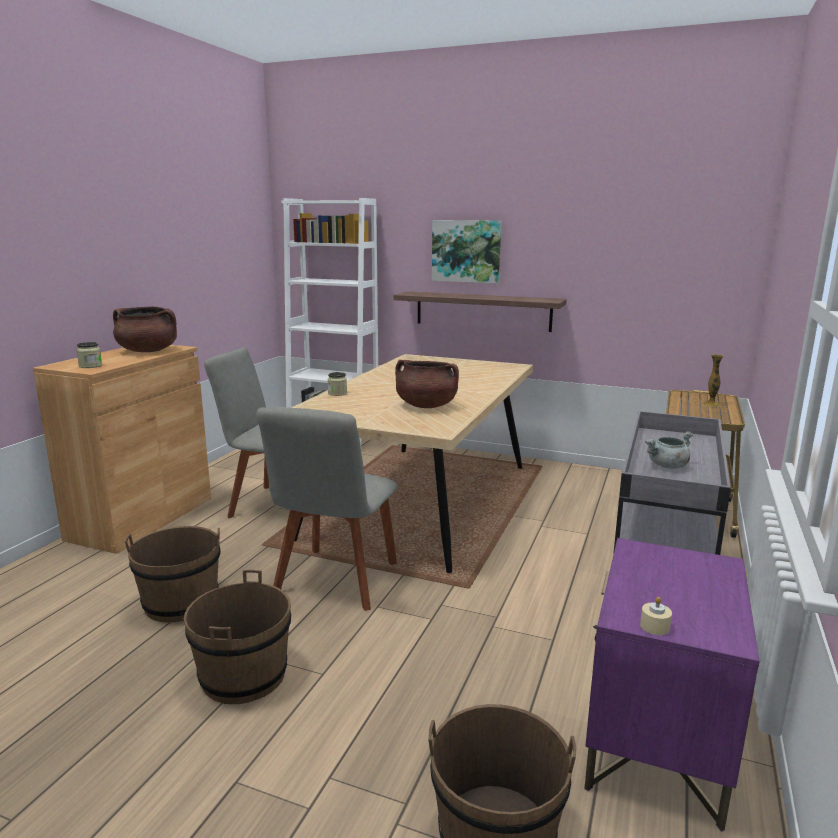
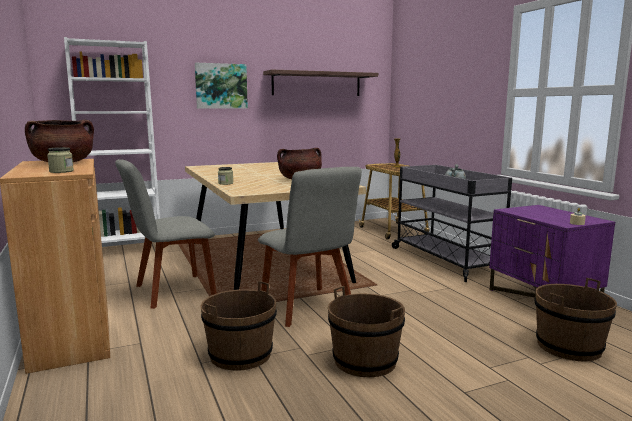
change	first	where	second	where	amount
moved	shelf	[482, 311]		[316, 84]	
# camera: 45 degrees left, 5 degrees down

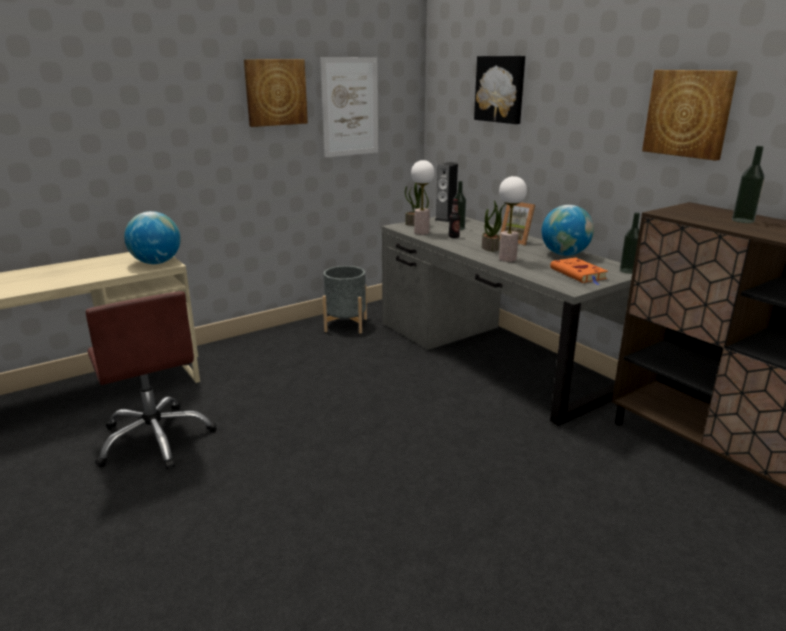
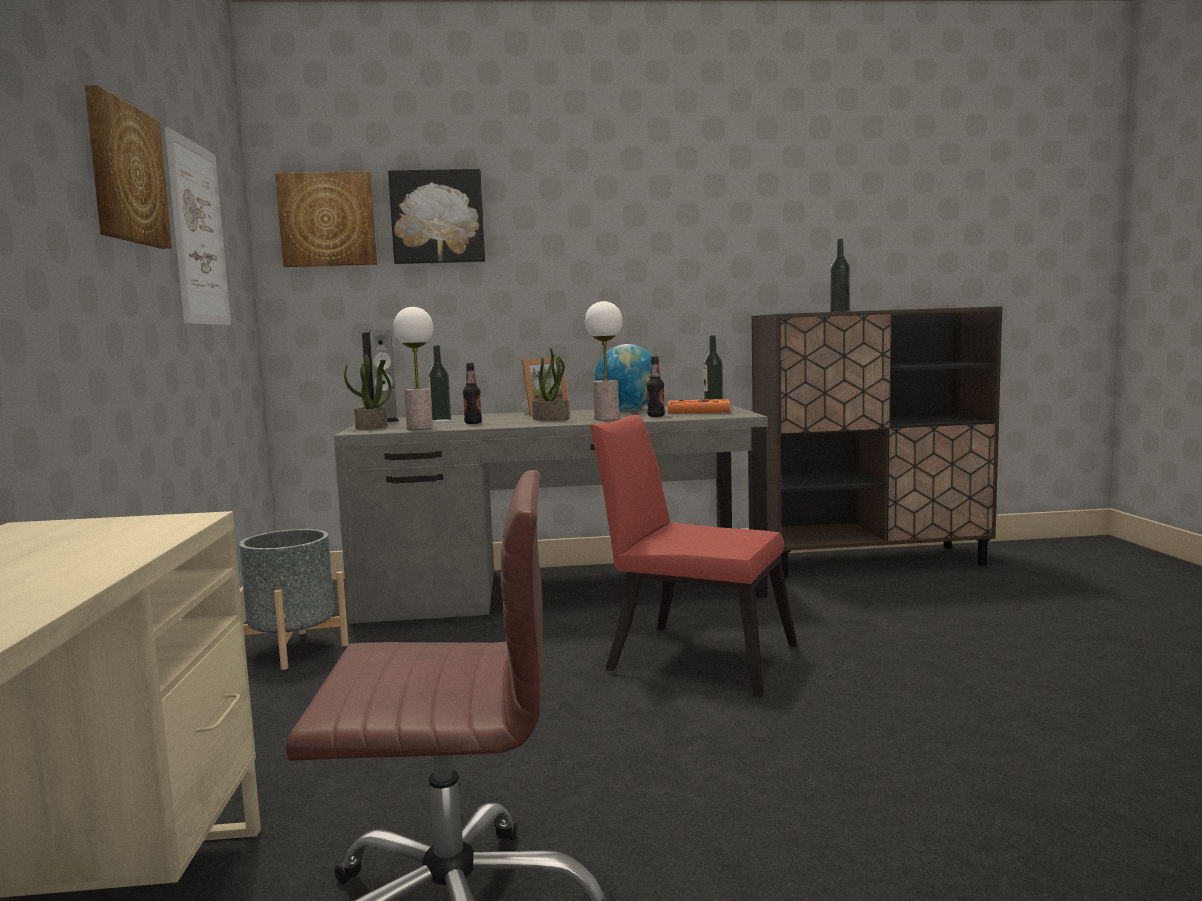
change	first	where	second	where	amount
removed	globe	[156, 263]			
moved	picture	[688, 113]		[327, 220]	
added			red chair	[692, 656]	
added			bottle	[656, 416]	
# camera: 60 degrees left, 15 degrees down

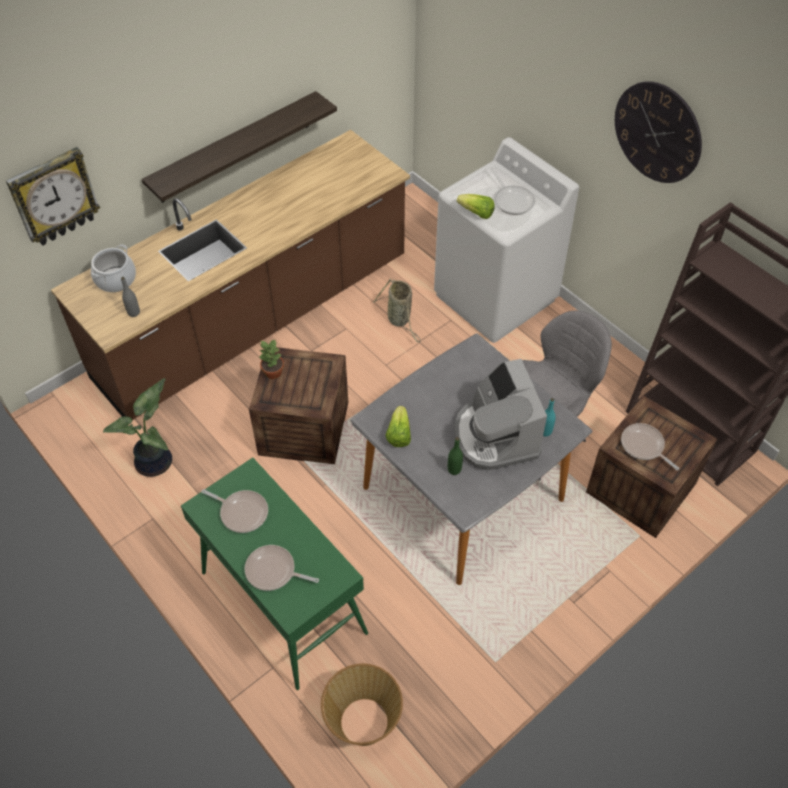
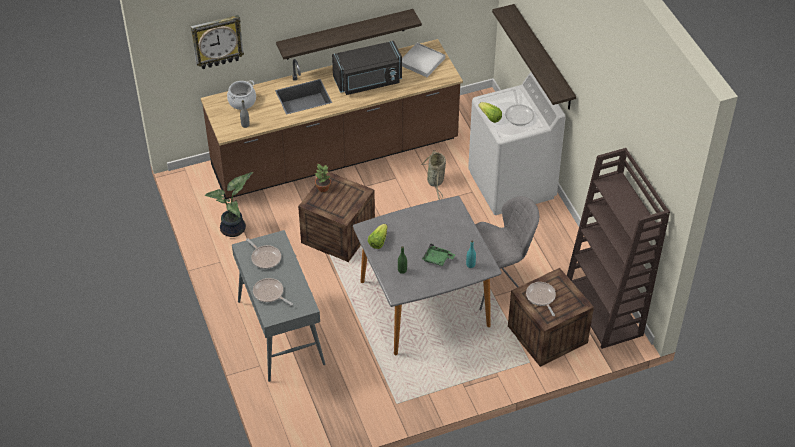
change	first	where	second	where	amount
recoloured	green console table	[282, 602]	grey console table	[280, 332]	
removed	basket	[363, 722]			
replaced	coffee machine	[495, 436]	green tray	[437, 259]	
removed	wall clock	[657, 132]			
added			black microwave	[368, 81]	
added			white tray	[422, 61]	
added			shelf	[543, 58]	
# camera: 20 degrees right, 5 degrees down

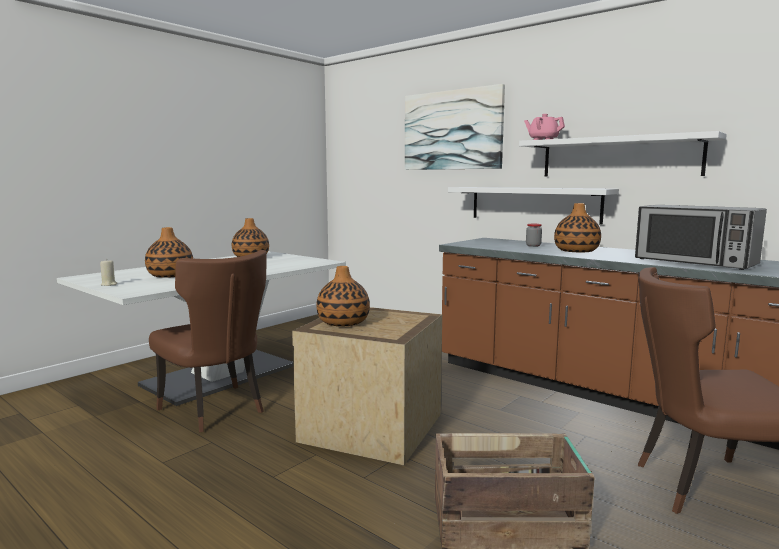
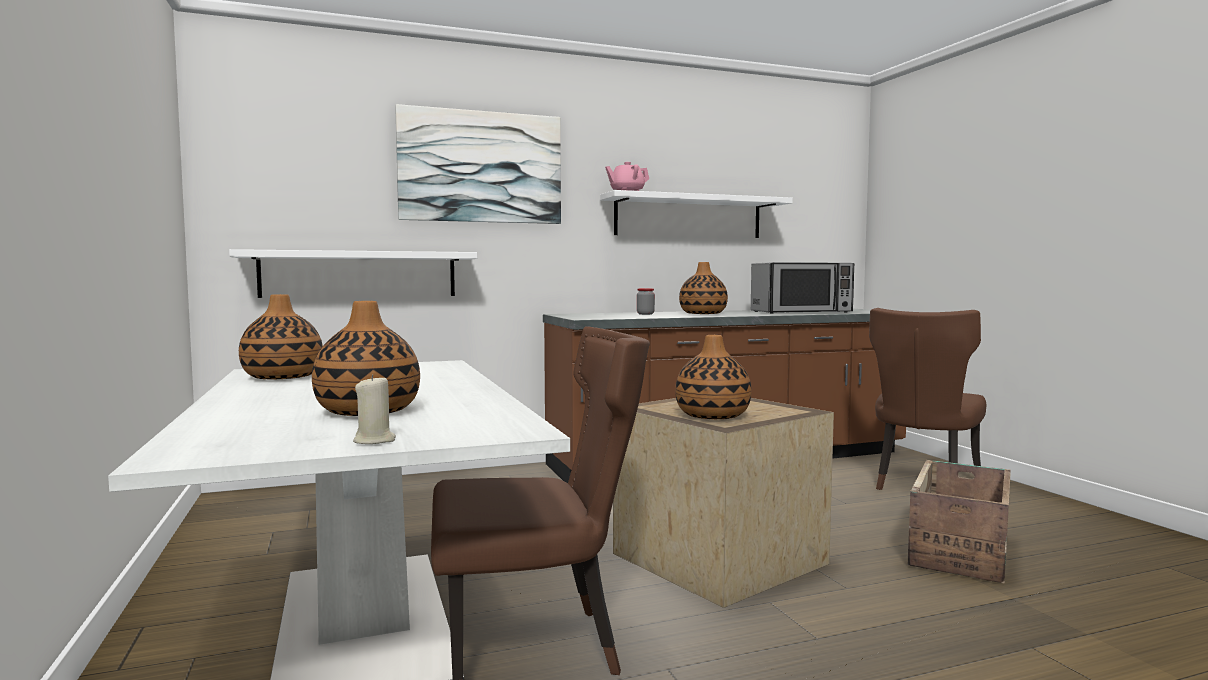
change	first	where	second	where	amount
moved	white shelf	[533, 204]		[359, 274]	
# camera: 60 degrees left, 5 degrees down

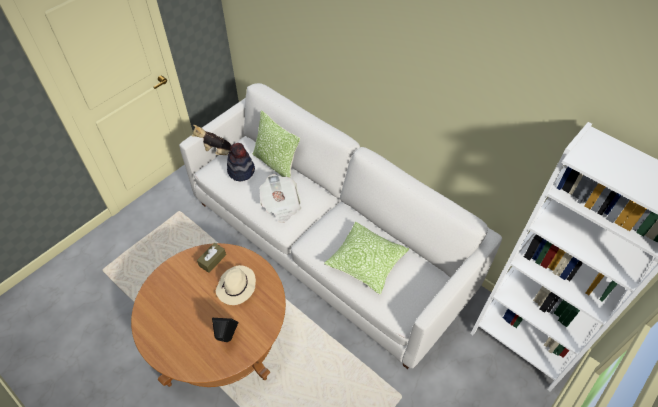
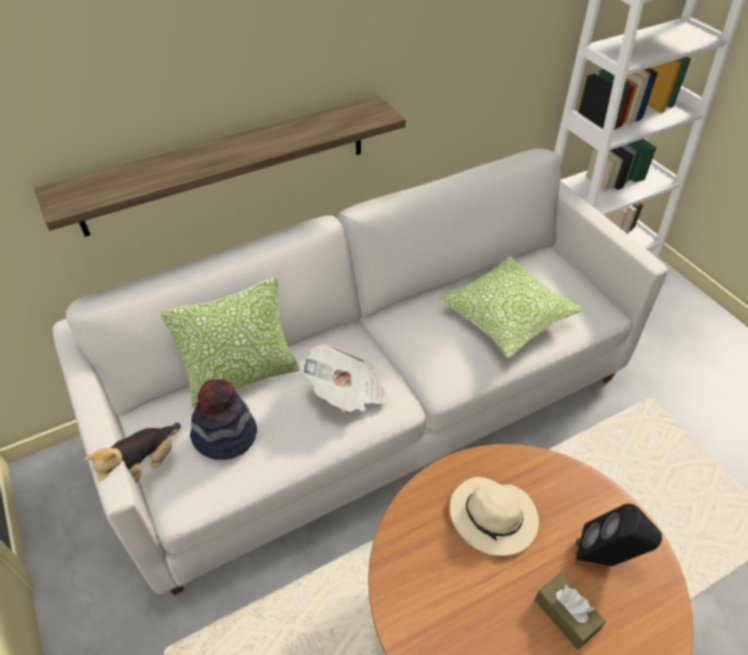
change	first	where	second	where	amount
moved	brown tissue box	[212, 260]		[566, 615]	
added			shelf	[227, 165]	
# camera: 70 degrees left, 5 degrees down

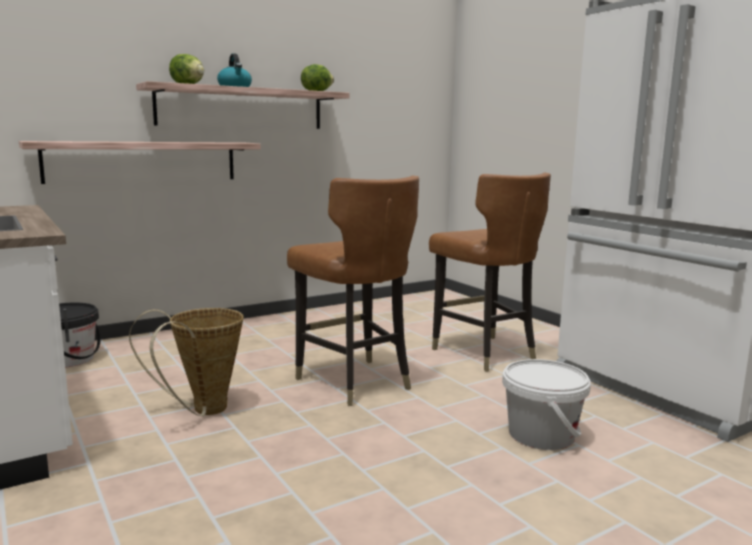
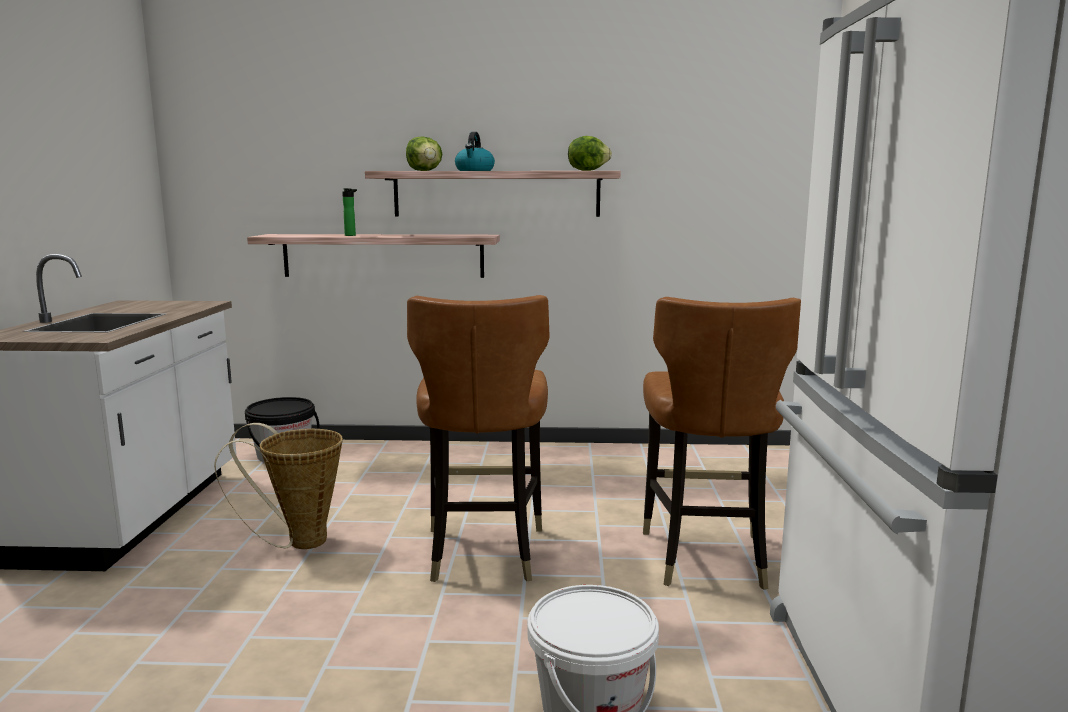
change	first	where	second	where	amount
added			bottle	[351, 235]	
# camera: 35 degrees right, 0 degrees up

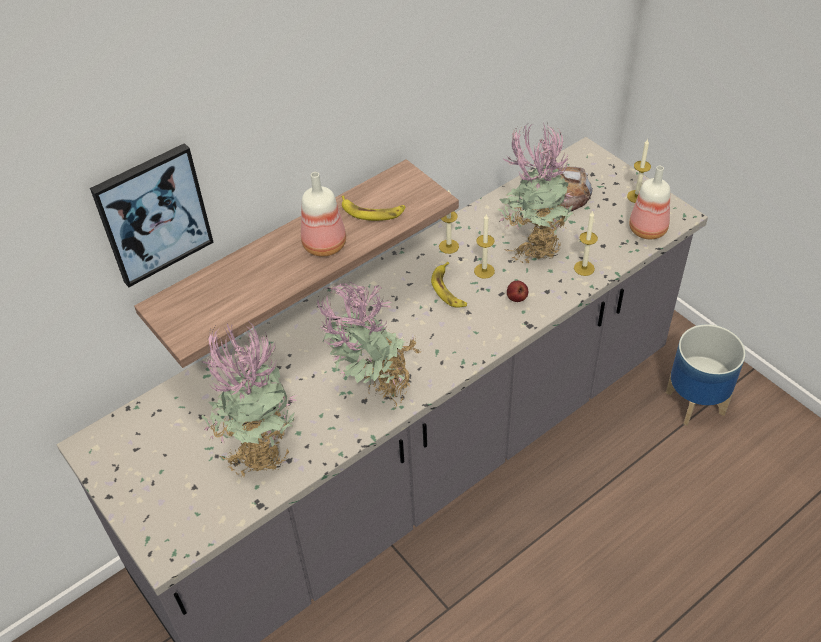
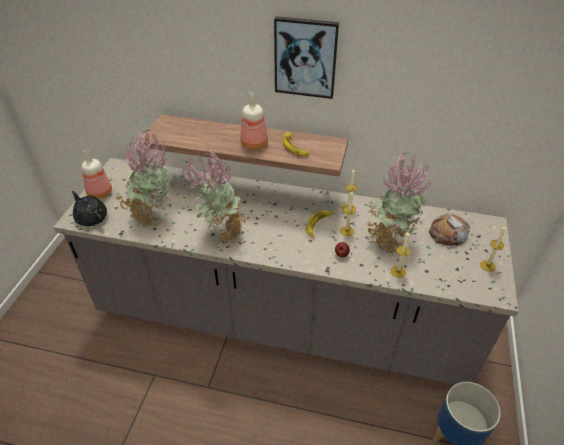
change	first	where	second	where	amount
moved	picture	[153, 214]		[305, 57]	
moved	bottle	[649, 230]		[100, 194]	
added			black teapot	[91, 218]	
# camera: 50 degrees right, 5 degrees down

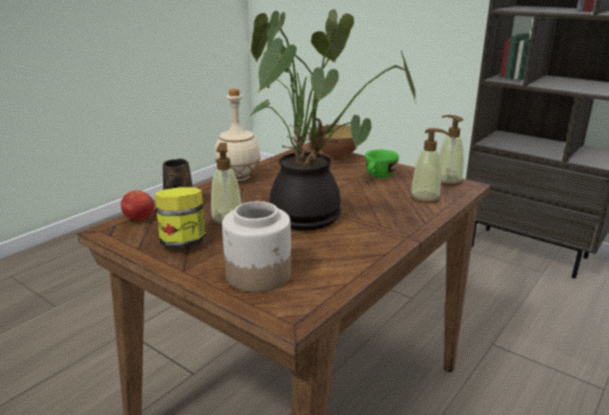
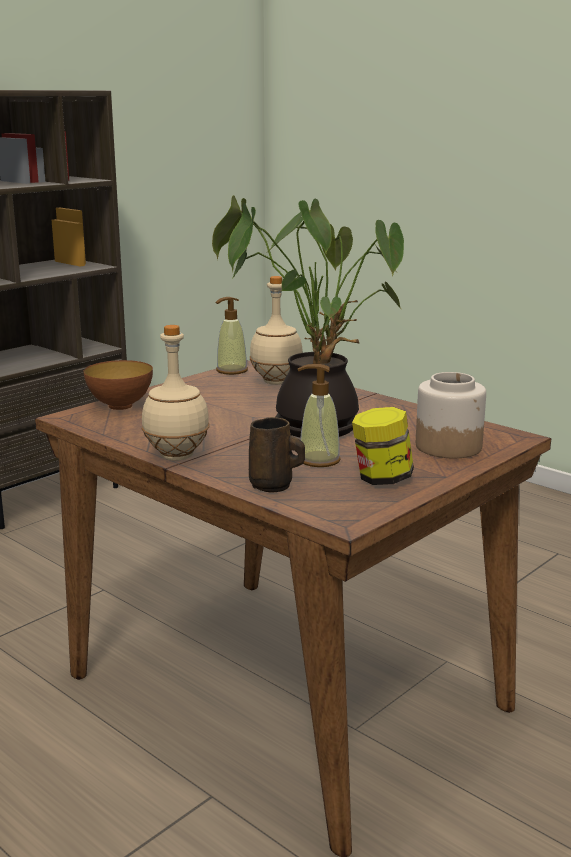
change	first	where	second	where	amount
removed	tomato	[139, 219]			
removed	green cup	[379, 176]			
replaced	soap dispenser	[425, 197]	beige bottle	[275, 382]	
# camera: 85 degrees left, 5 degrees down

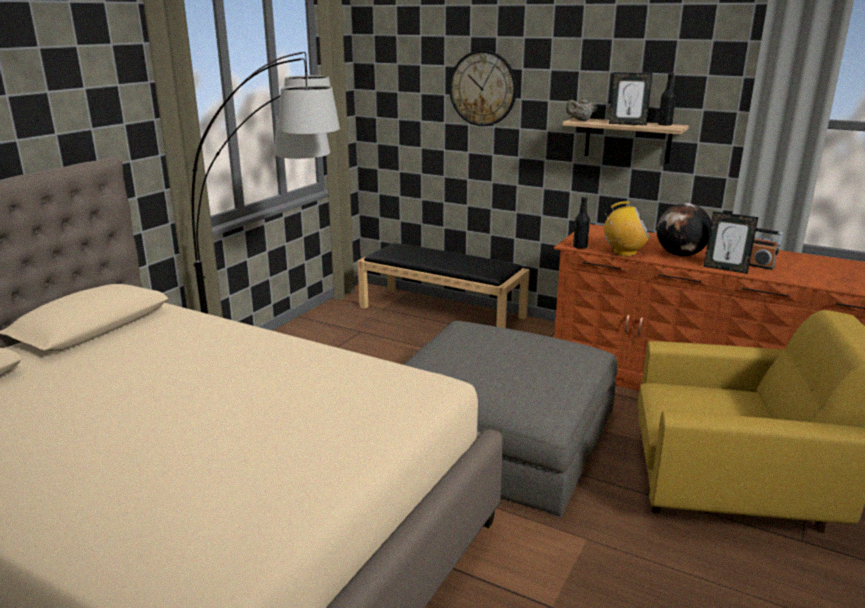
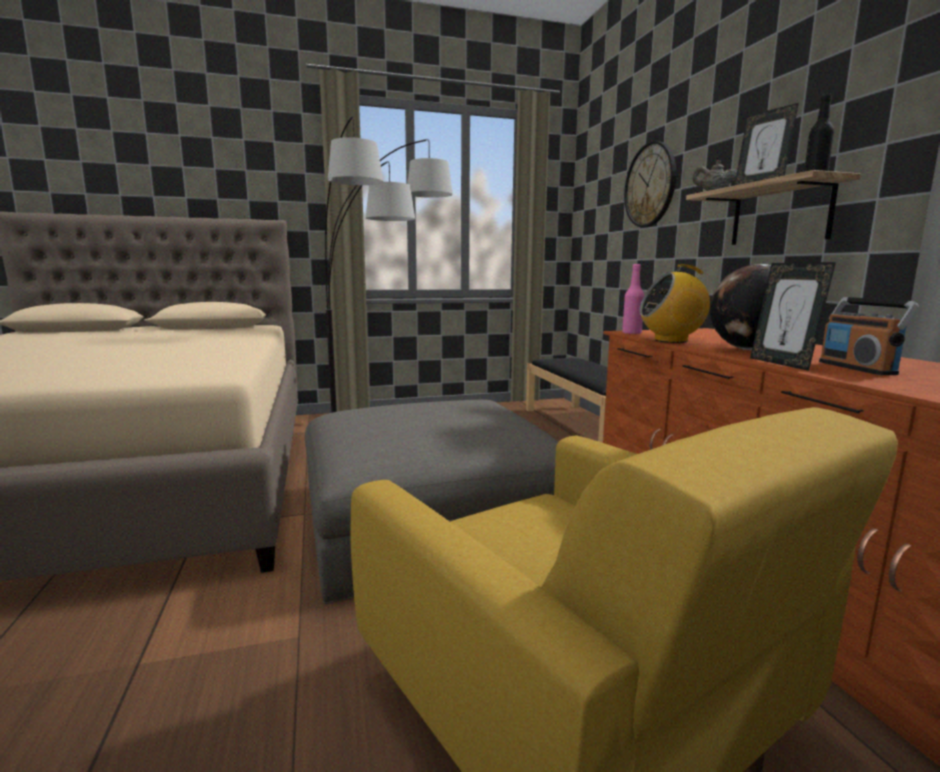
change	first	where	second	where	amount
recoloured	black bottle	[580, 247]	pink bottle	[631, 333]	
turned	radio	[624, 253]		[671, 340]	120 degrees clockwise
# camera: 45 degrees right, 10 degrees down

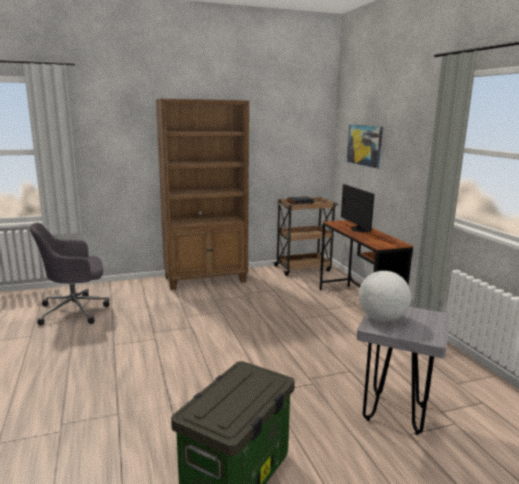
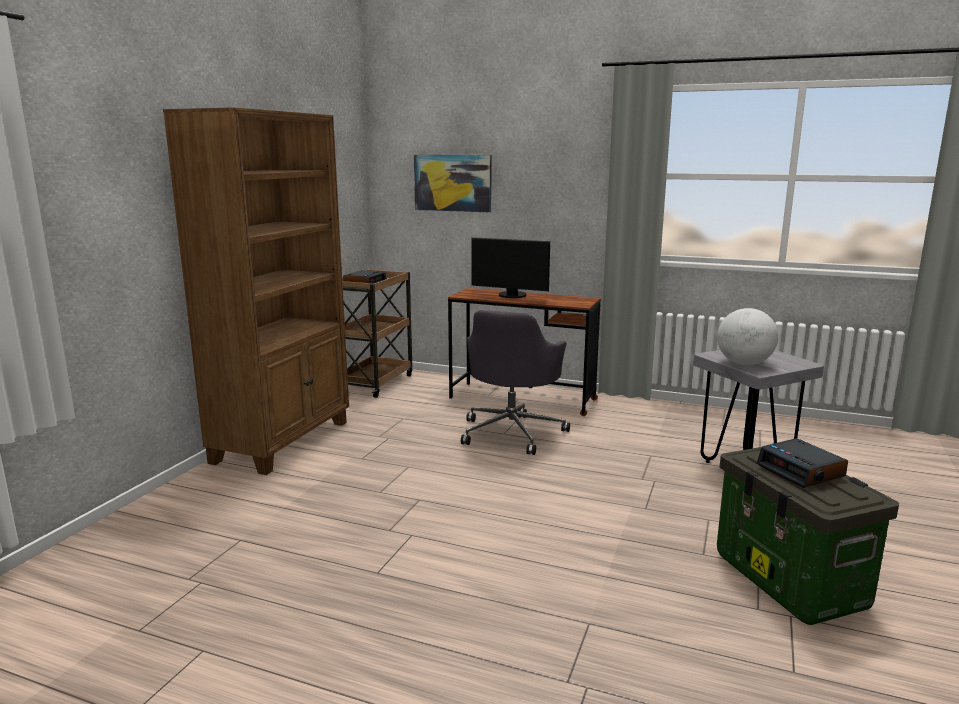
change	first	where	second	where	amount
moved	grey office chair	[75, 310]		[512, 432]	
added			alarm clock	[801, 471]	
# camera: 50 degrees left, 0 degrees up

